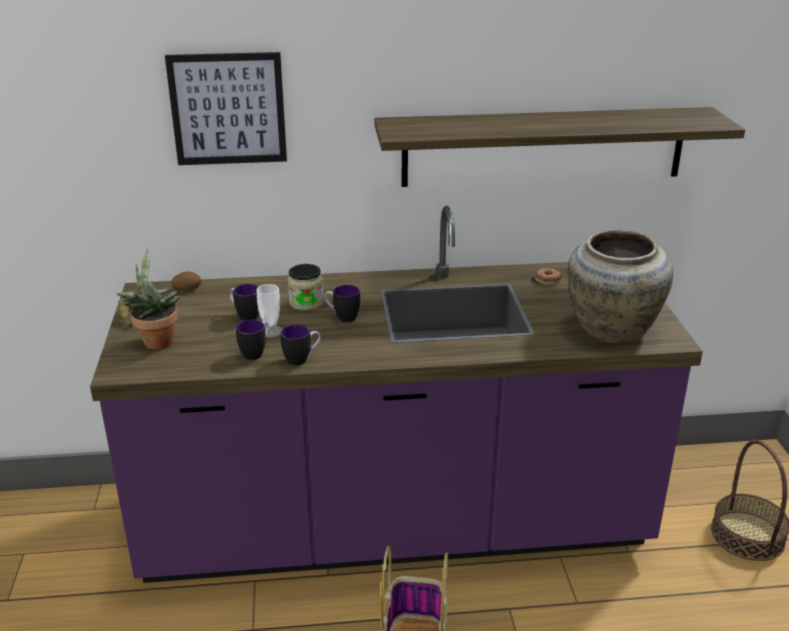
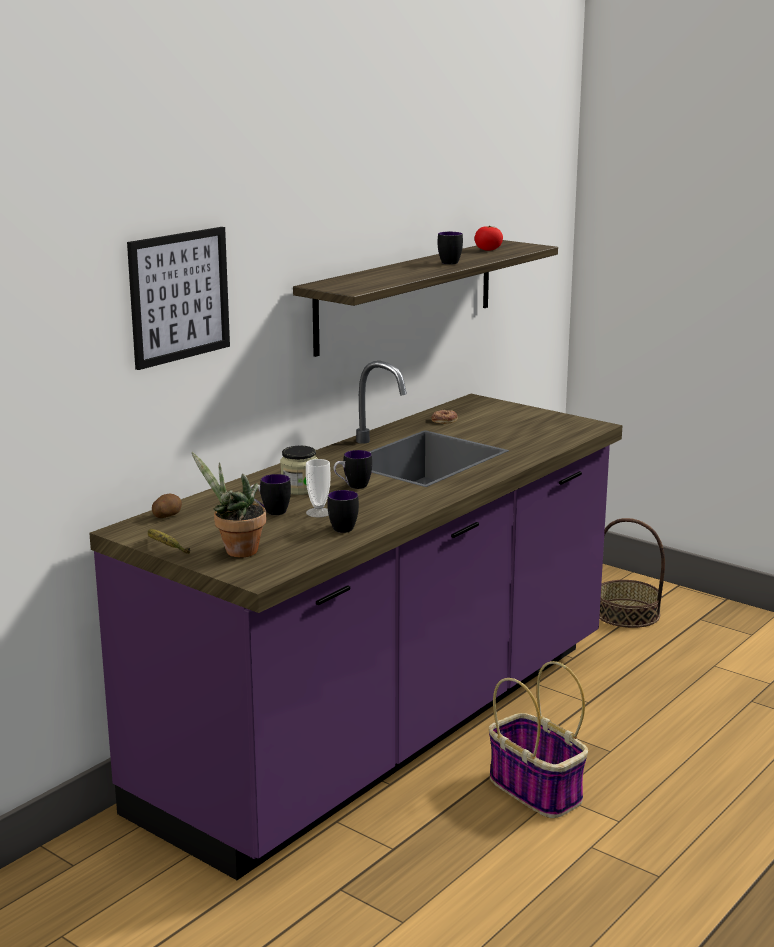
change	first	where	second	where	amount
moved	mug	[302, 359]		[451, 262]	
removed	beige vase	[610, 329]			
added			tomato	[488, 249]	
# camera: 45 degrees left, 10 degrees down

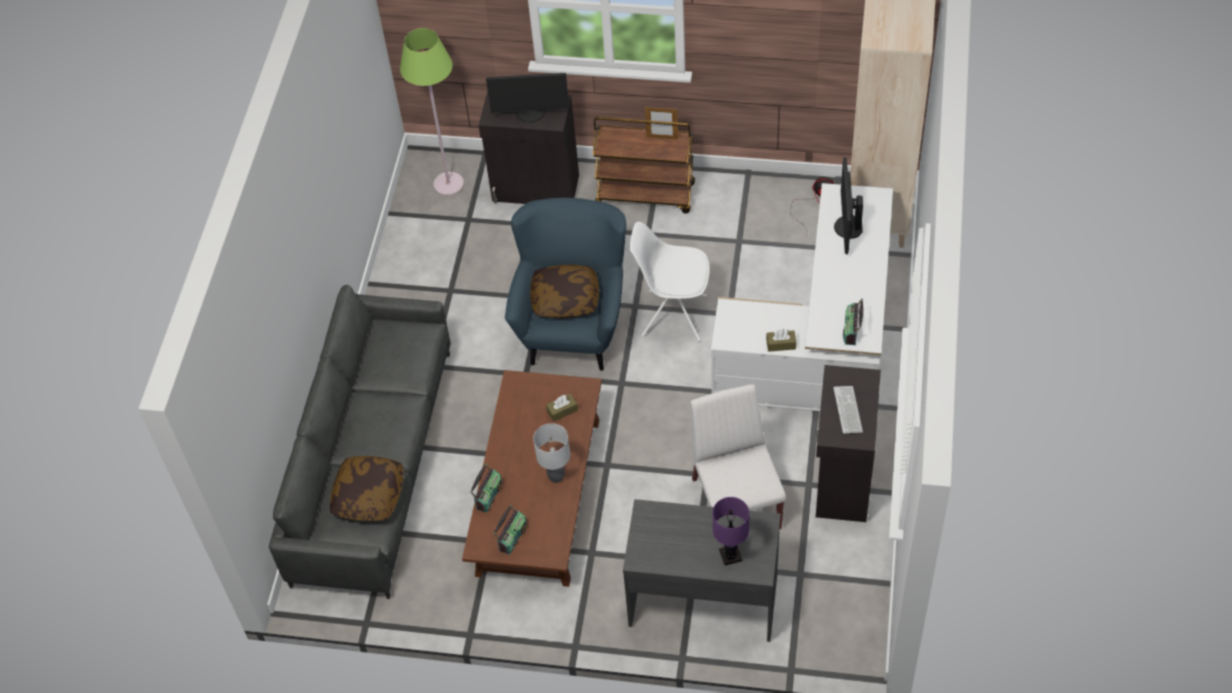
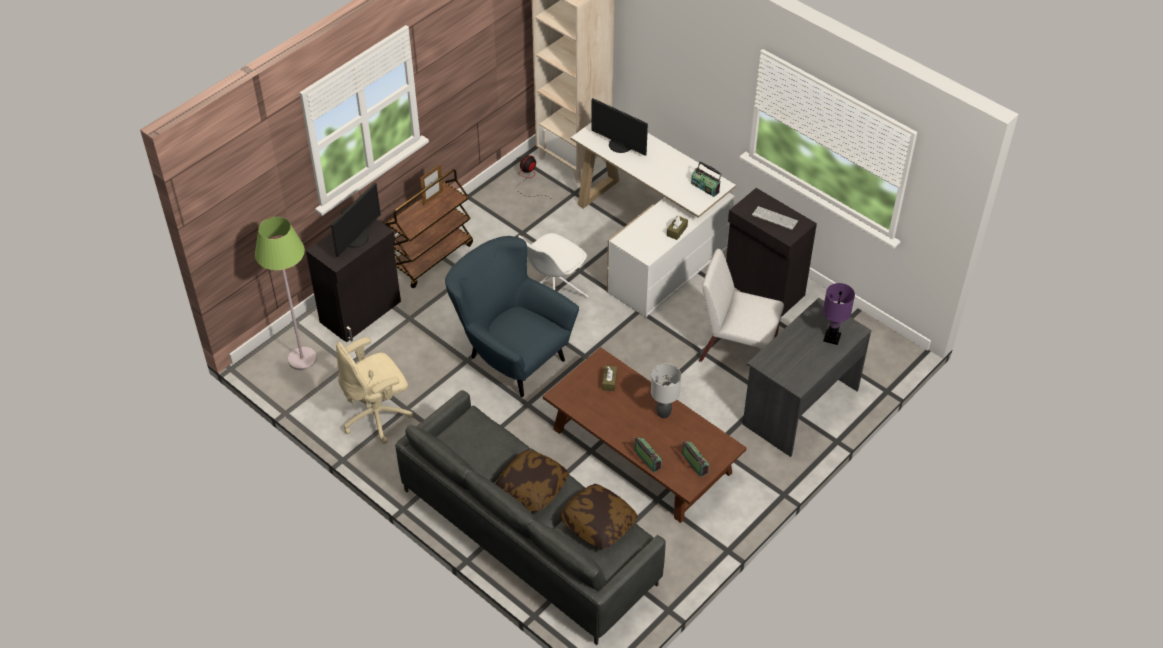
change	first	where	second	where	amount
moved	pillow	[565, 299]		[531, 488]	
added			beige office chair	[378, 416]	
# camera: 60 degrees left, 5 degrees down

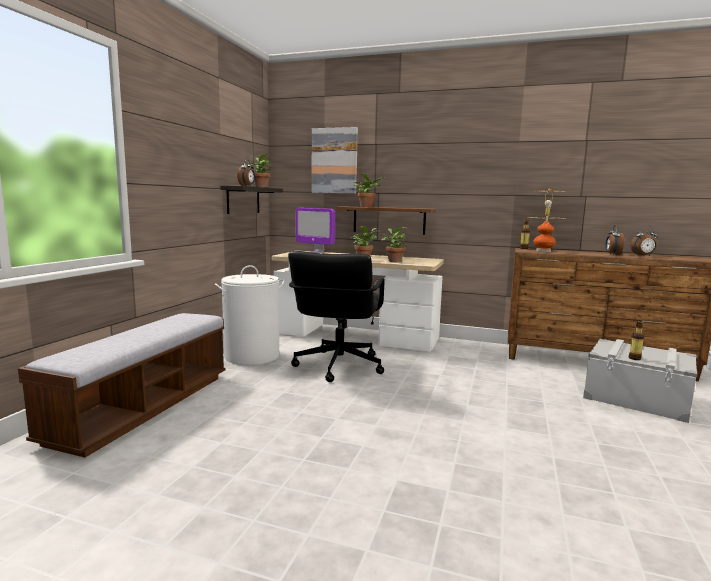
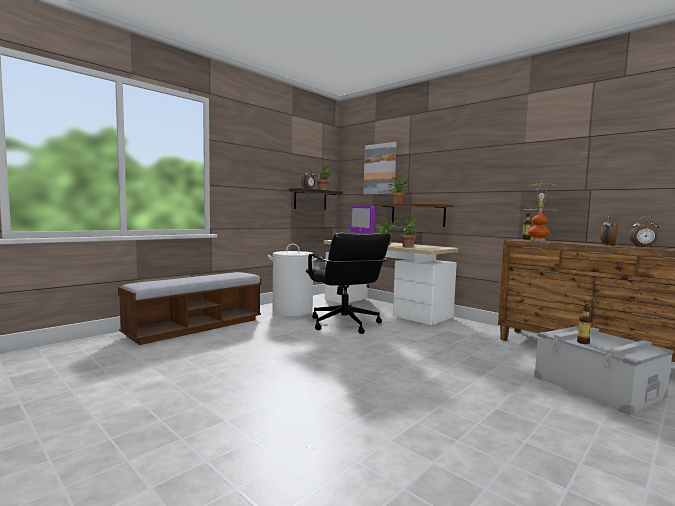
change	first	where	second	where	amount
turned	black office chair	[338, 366]		[344, 324]	60 degrees counterclockwise
# camera: 25 degrees right, 5 degrees down

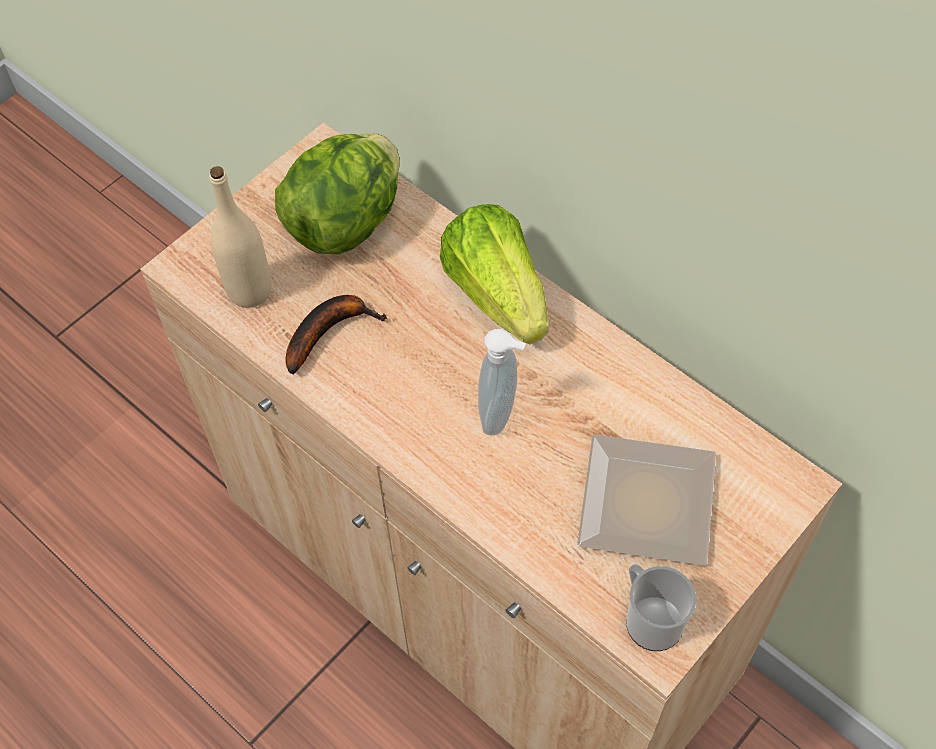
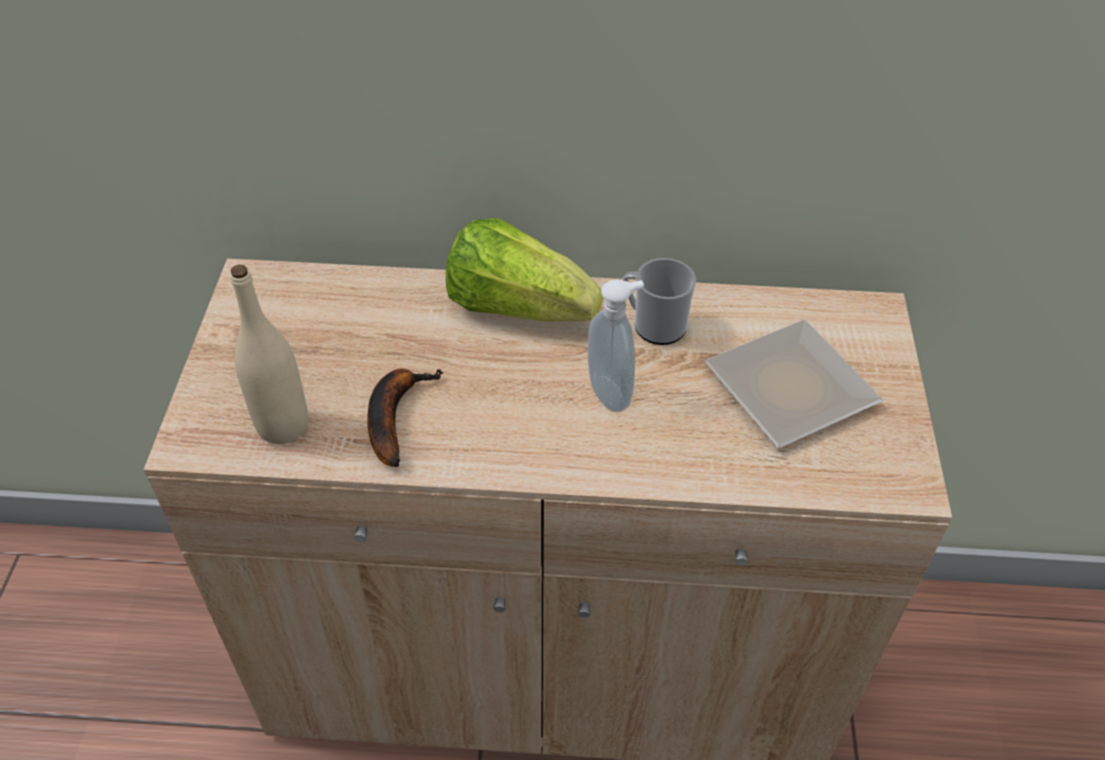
change	first	where	second	where	amount
removed	lettuce	[345, 222]			
moved	mug	[650, 618]		[653, 325]	
# camera: 40 degrees left, 10 degrees down

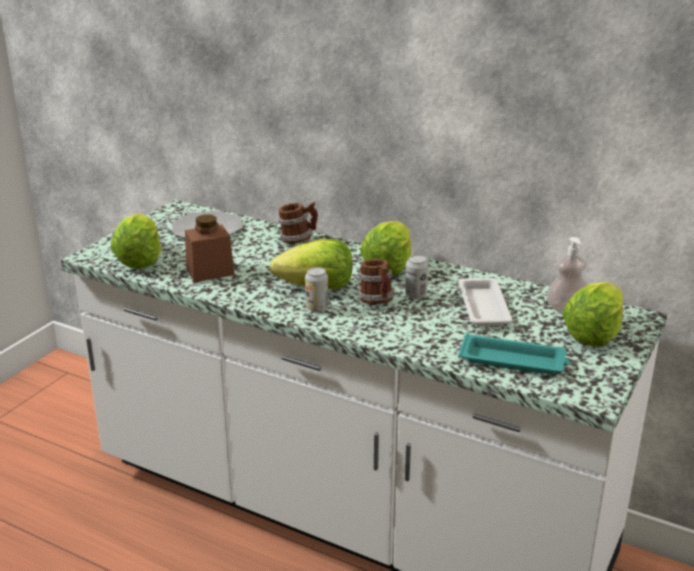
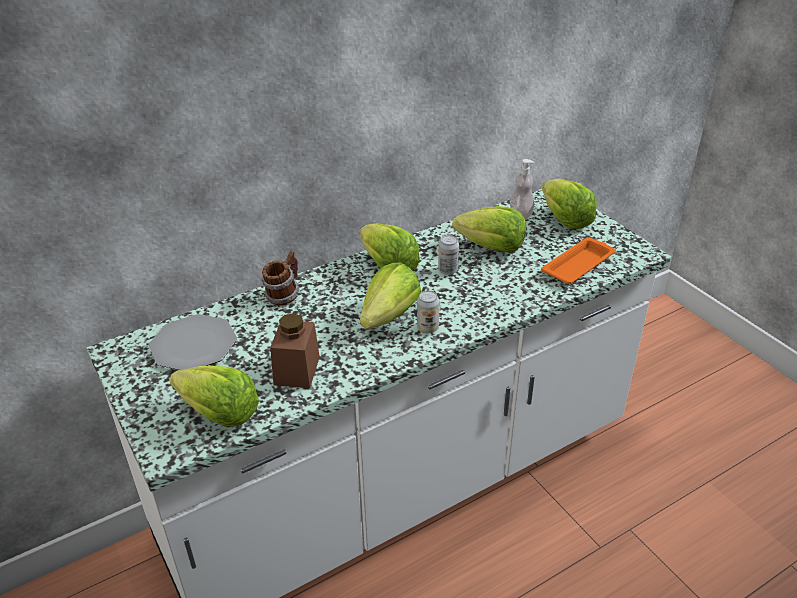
change	first	where	second	where	amount
removed	mug	[377, 301]			
replaced	white tray	[483, 306]	lettuce	[491, 247]	
recoloured	turquoise tray	[514, 361]	orange tray	[579, 265]	
# camera: 60 degrees left, 10 degrees up

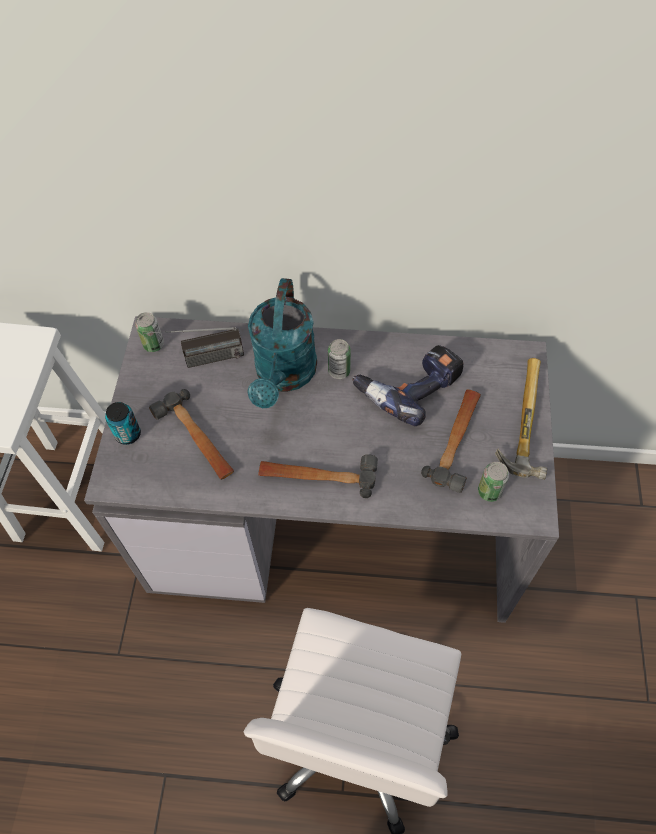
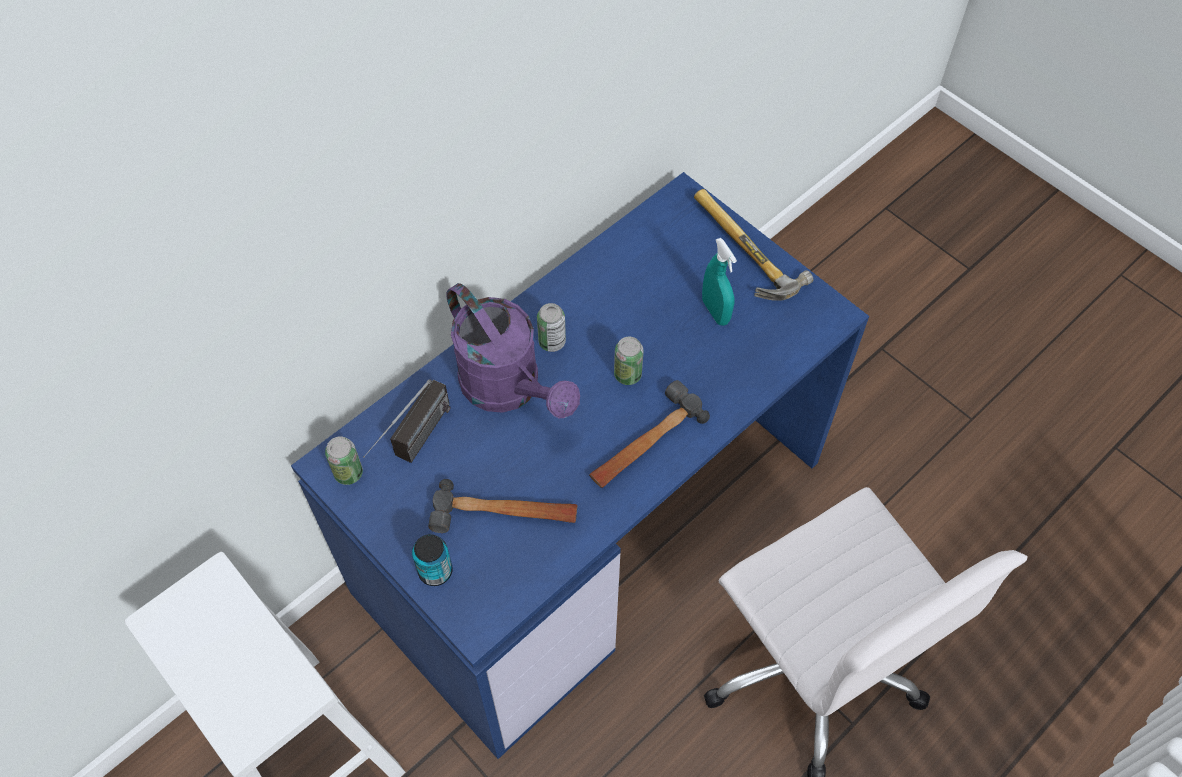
change	first	where	second	where	amount
recoloured	grey desk	[334, 522]	blue desk	[591, 522]	
recoloured	turquoise watering can	[284, 376]	purple watering can	[510, 389]	
removed	power drill	[409, 386]			
replaced	hammer	[457, 441]	turquoise spray bottle	[715, 311]	
moved	can	[489, 491]		[627, 375]	
# camera: 50 degrees left, 0 degrees up

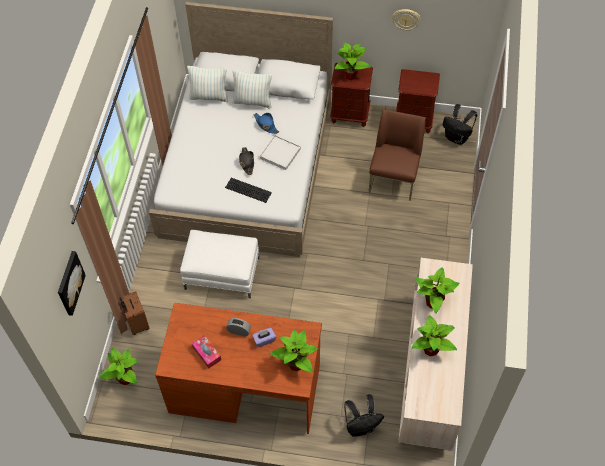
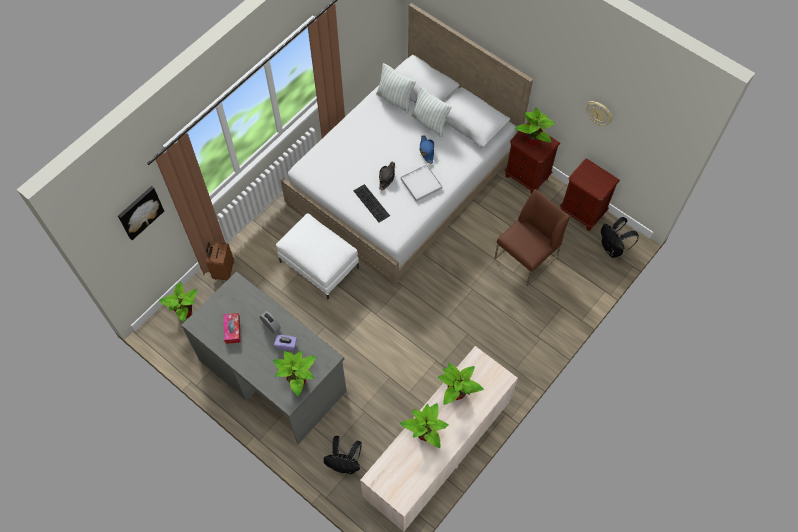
change	first	where	second	where	amount
recoloured	brown desk	[244, 387]	grey desk	[273, 374]	
# camera: 30 degrees right, 5 degrees up

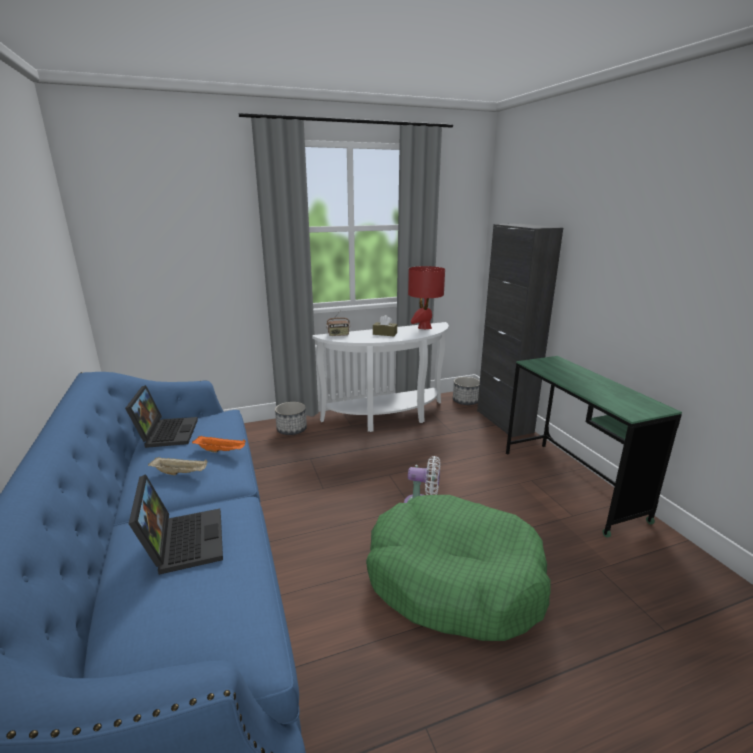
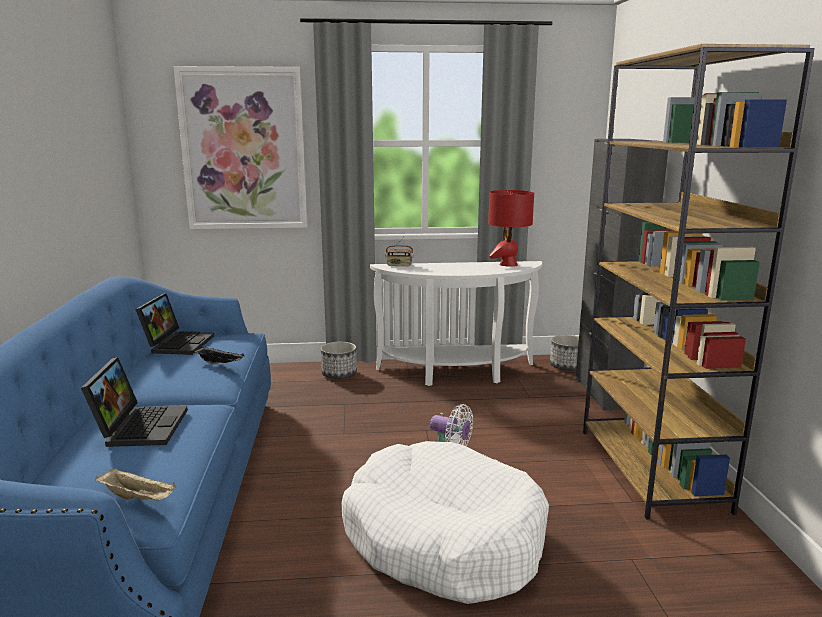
change	first	where	second	where	amount
moved	beige tray	[181, 473]		[138, 498]	
recoloured	orange tray	[221, 451]	black tray	[220, 363]	
recoloured	green dog bed	[454, 579]	white dog bed	[443, 539]	
removed	brown tissue box	[385, 334]			
replaced	green desk	[570, 484]	brown bookcase	[652, 469]	
added			picture	[244, 149]	
# camera: 15 degrees right, 5 degrees down

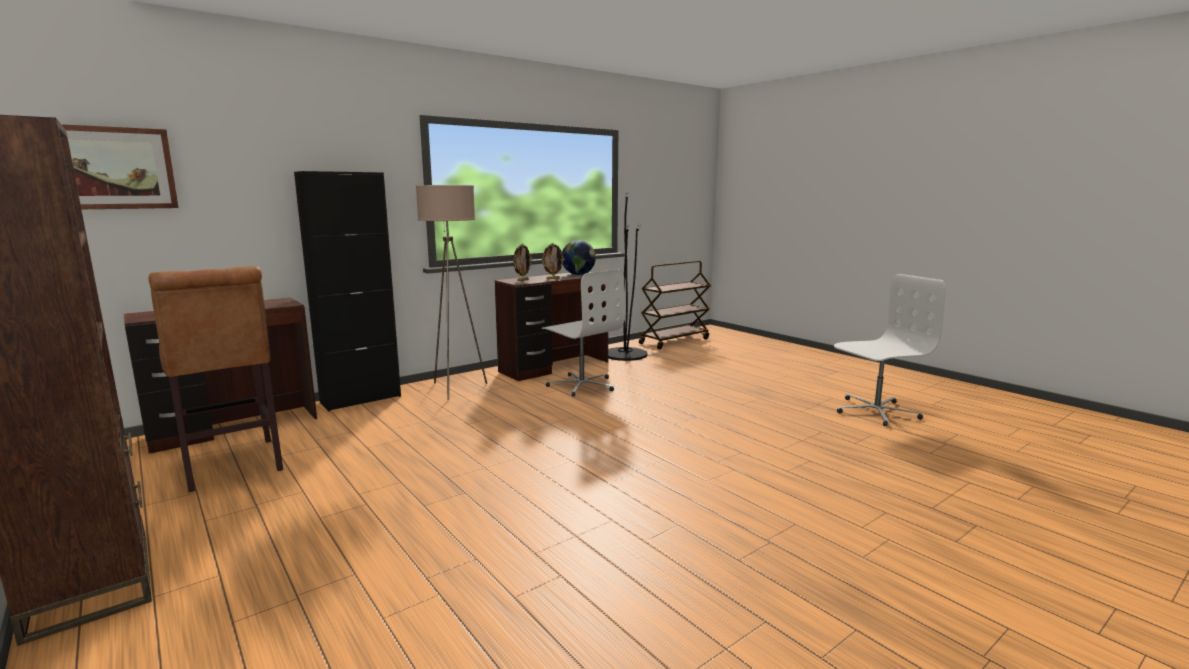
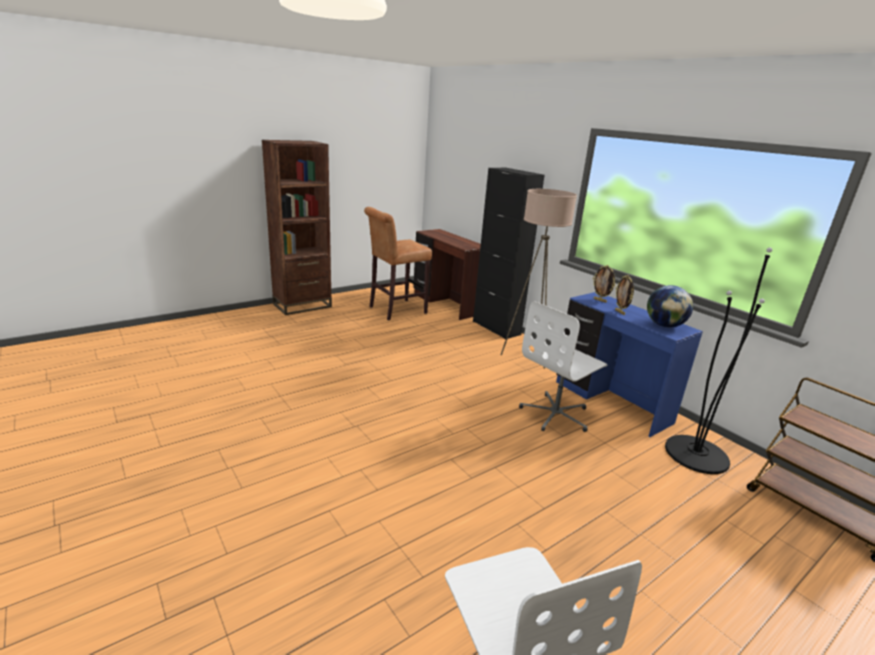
change	first	where	second	where	amount
removed	picture	[114, 168]			
recoloured	brown desk	[555, 367]	blue desk	[610, 402]	
# camera: 90 degrees right, 10 degrees up

